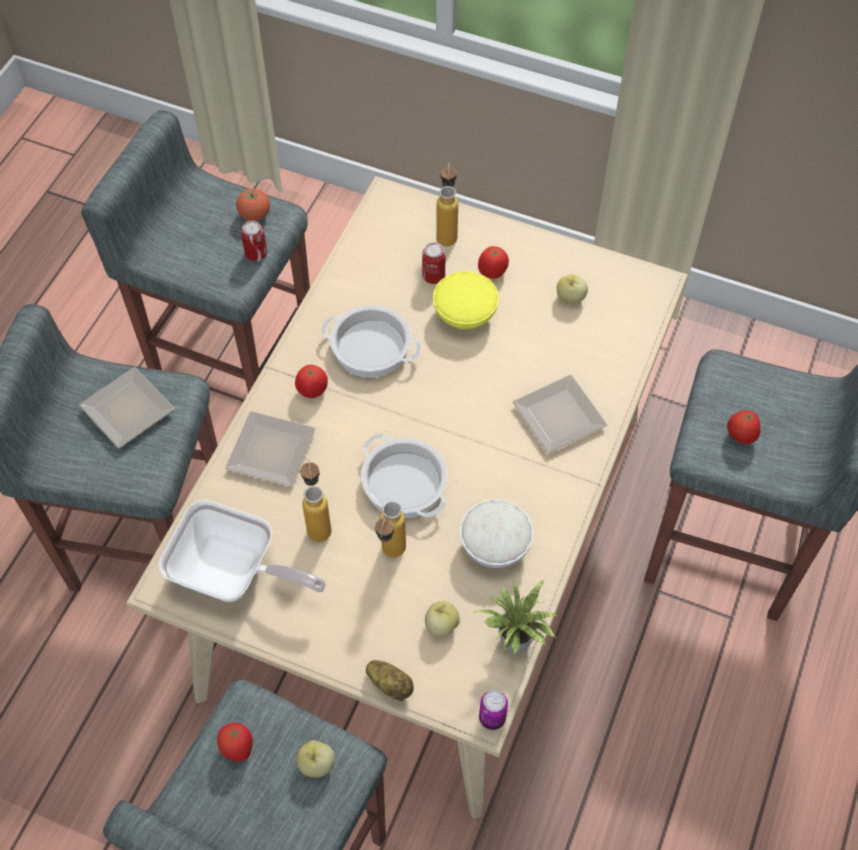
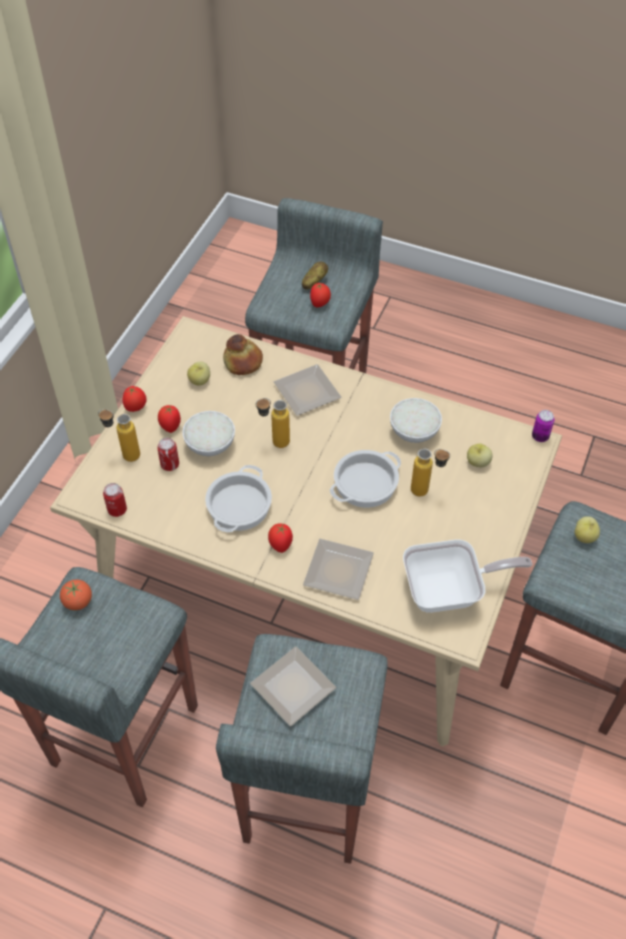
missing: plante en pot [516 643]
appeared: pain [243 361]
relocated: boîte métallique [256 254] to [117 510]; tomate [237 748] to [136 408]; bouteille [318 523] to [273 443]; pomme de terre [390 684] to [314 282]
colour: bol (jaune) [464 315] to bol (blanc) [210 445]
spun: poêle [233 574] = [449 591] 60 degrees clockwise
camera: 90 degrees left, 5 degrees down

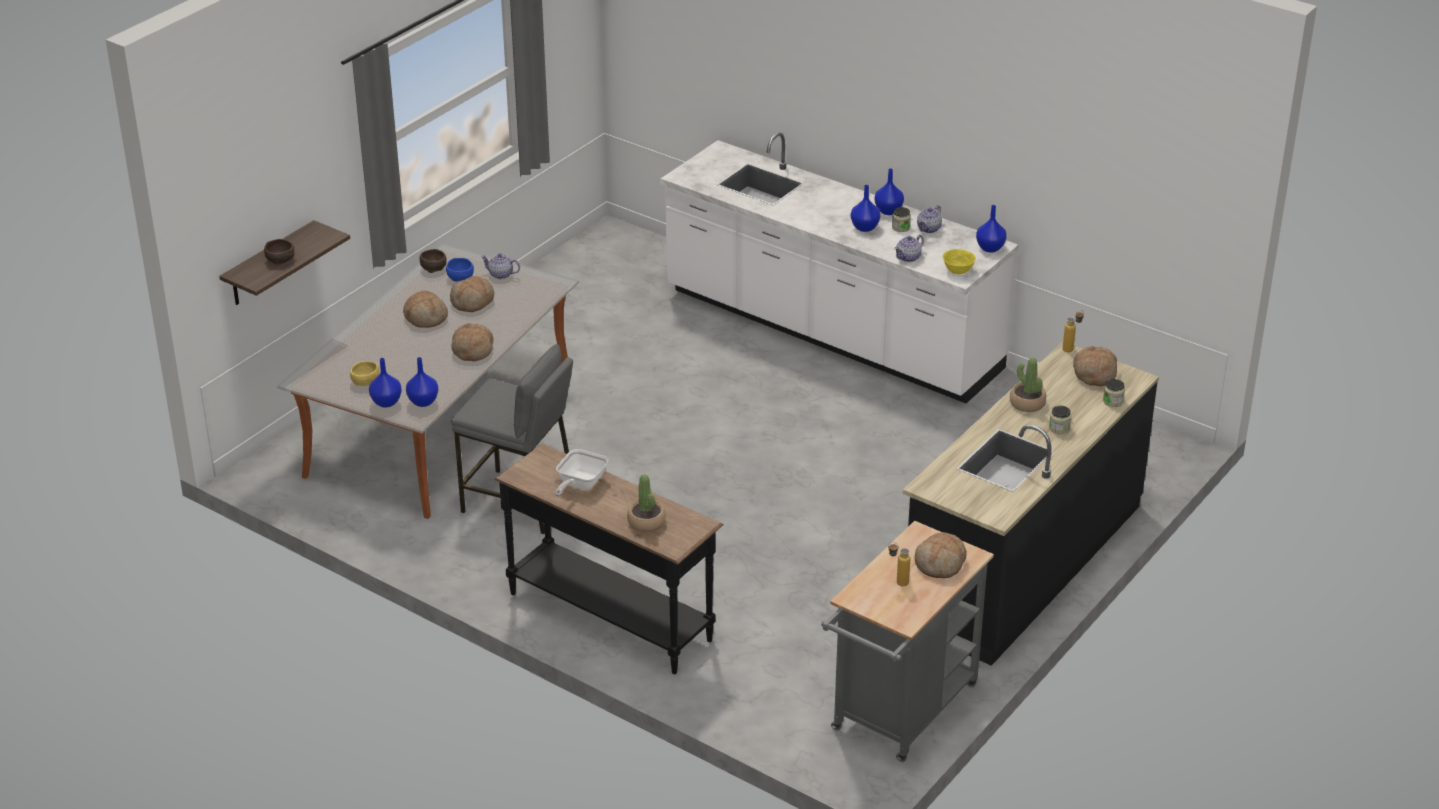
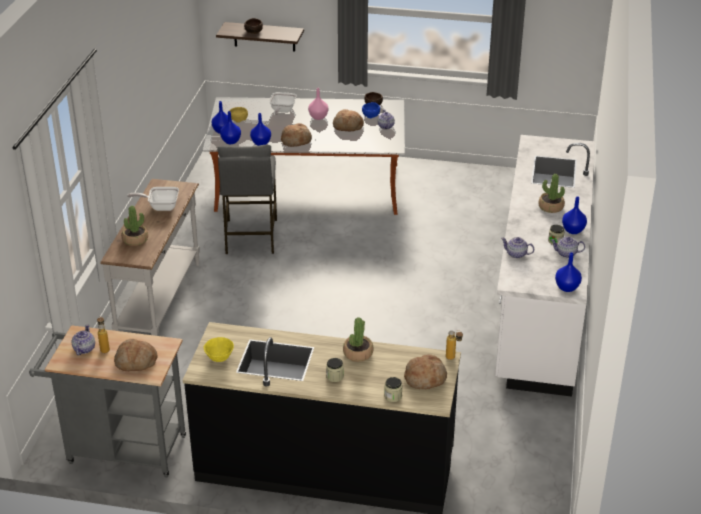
appeared: théière [84 349]; poêle [282 111]; plante en pot [550 207]
relocated: bol (jaune) [958 271] to [219 358]; vase (bleu) [864 227] to [261 143]
exchanged: pain [425 317] to vase (rose) [318 117]
colour: table console (noir) [611 615] to table console (blanc) [161 301]
camera: 65 degrees right, 0 degrees up

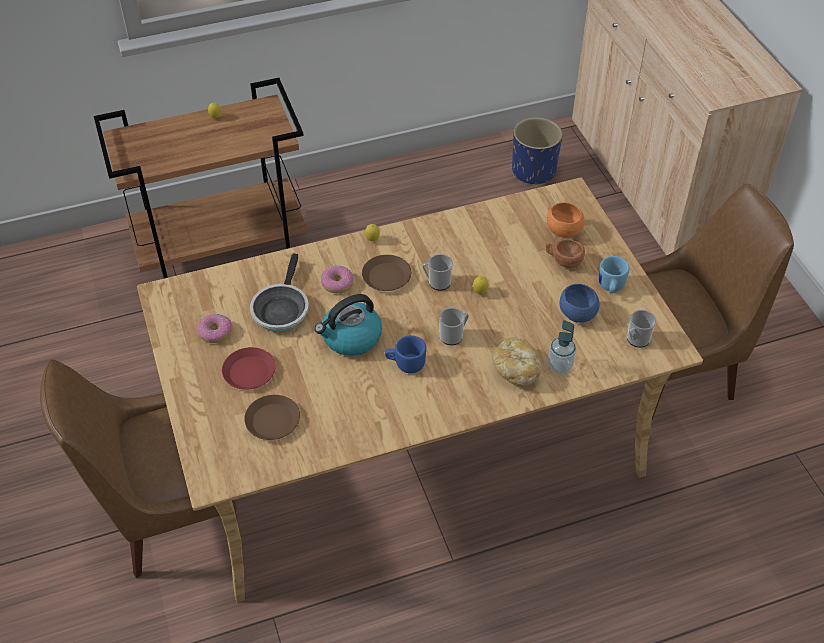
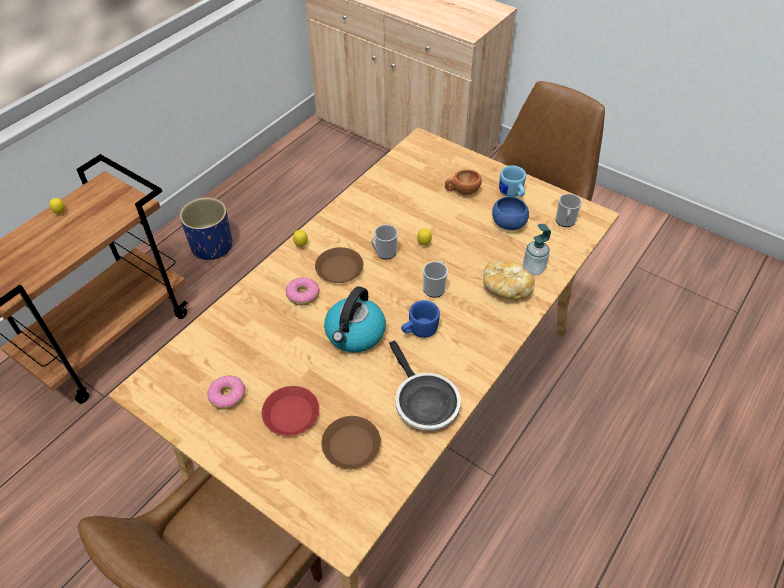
missing: bol (orange) [564 231]
relocated: cache-pot (bleu) [533 171] to [212 246]; poêle [281 309] to [423 402]
camera: 35 degrees left, 0 degrees up

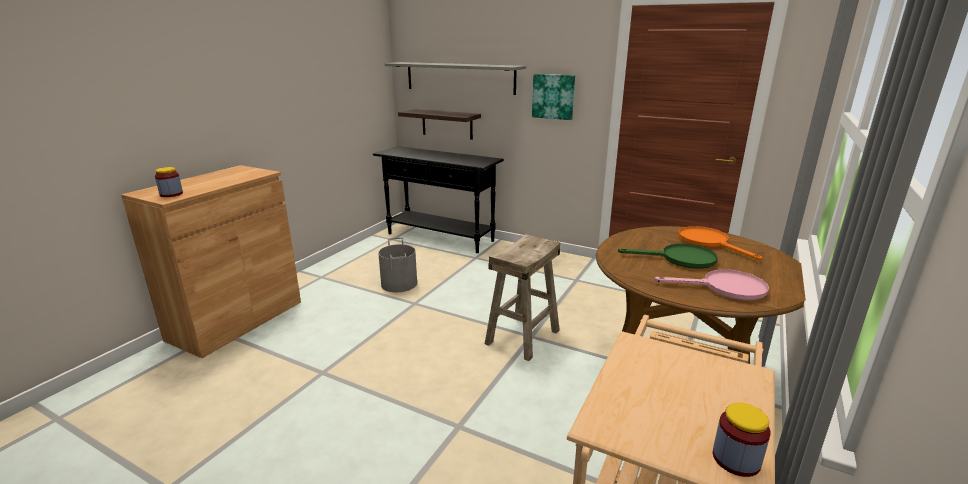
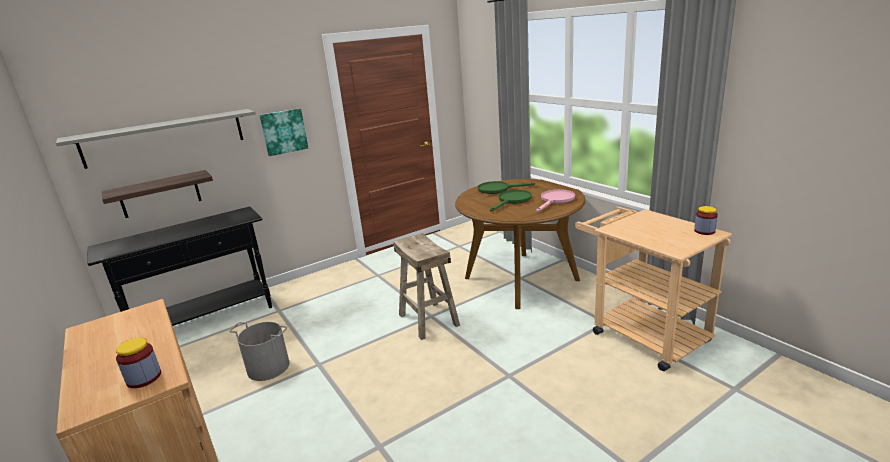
colour: poêle (orange) [708 242] to poêle (vert) [498 189]
camera: 60 degrees left, 0 degrees up

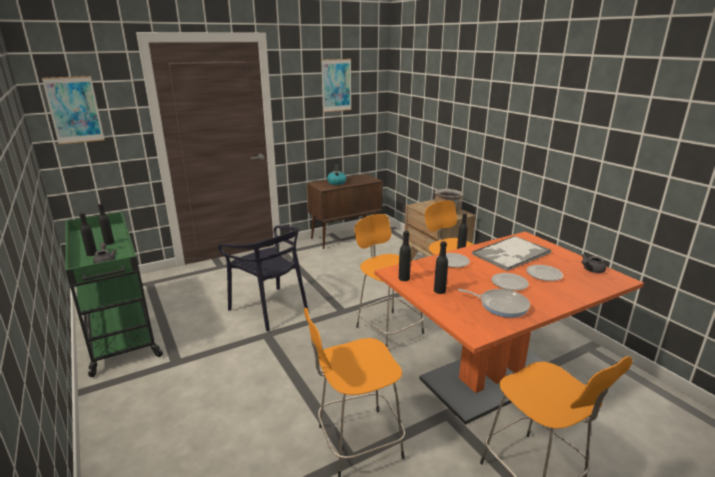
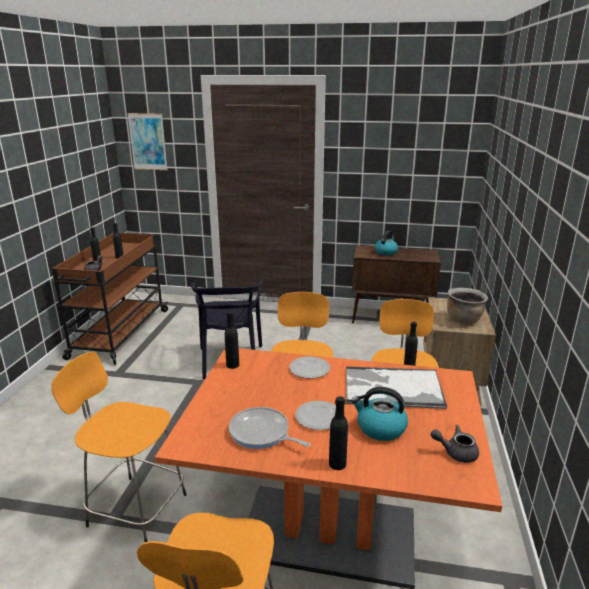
missing: tableau [336 85]
relocated: bouteille (noir) [439 291] to [337 464]
exchanged: assiette [544 275] to bouilloire [380 428]
colour: chariot (vert) [120 330] to chariot (marron) [119 334]
spun: poêle [501 305] = [262 433] 150 degrees clockwise
camera: 40 degrees right, 0 degrees up

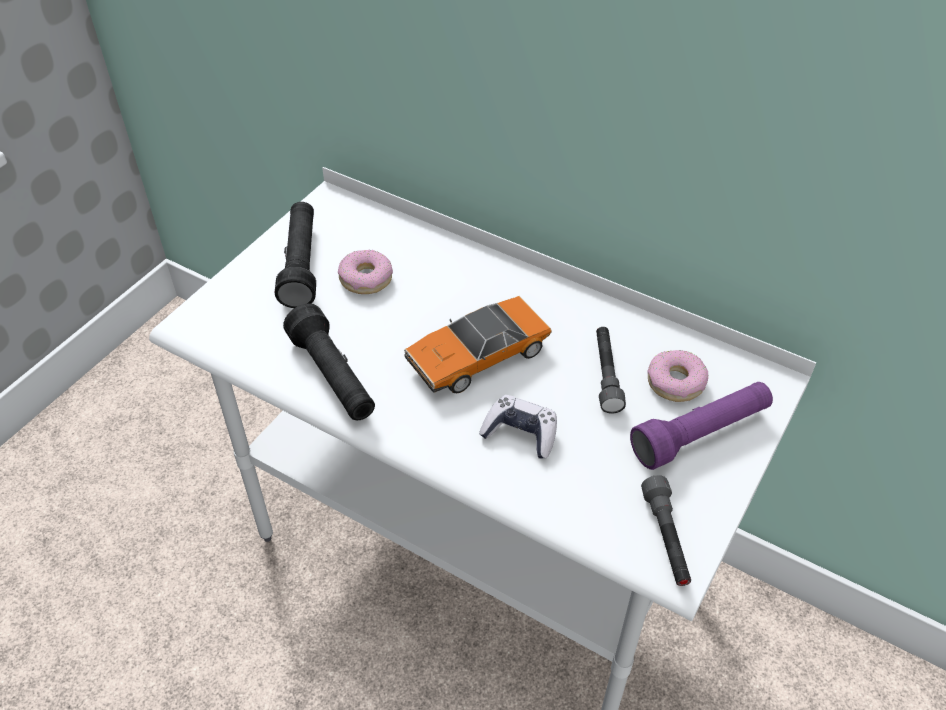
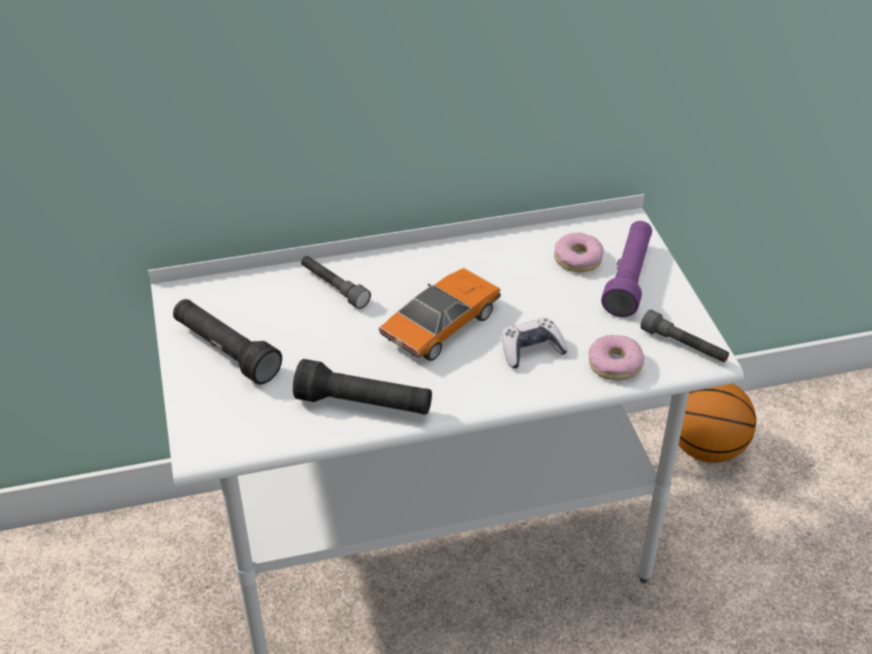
appeared: ballon de basket [706 448]
relocated: lampe de poche (gris) [606 375] to [334 287]; beignet [365 279] to [615 364]
spun: petite voiture [477 356] = [441 325] 150 degrees counterclockwise
camera: 45 degrees left, 5 degrees down

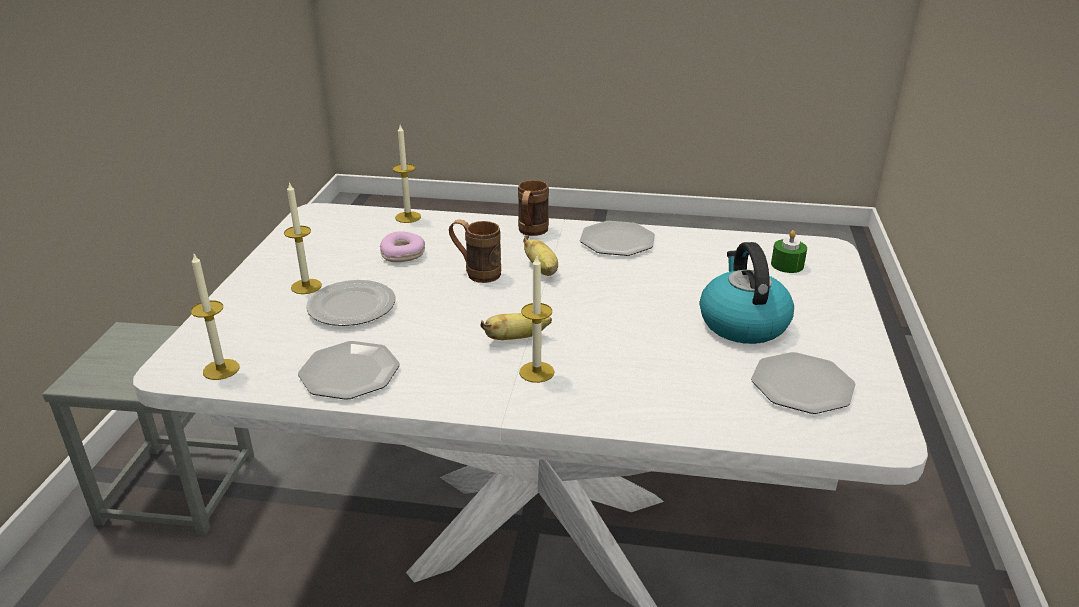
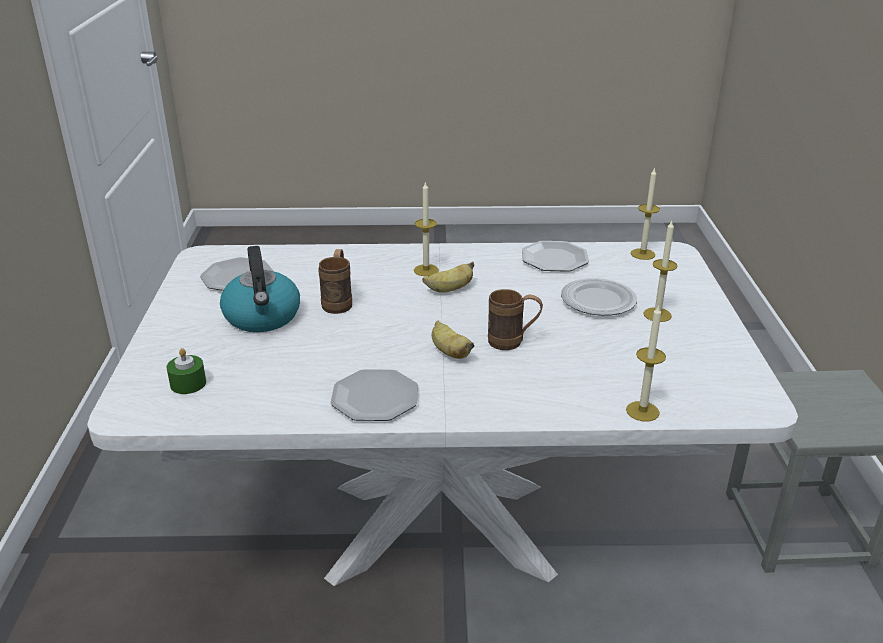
missing: beignet [403 254]
relocated: mug (marron) [530 232] to [339 302]
camera: 170 degrees right, 0 degrees up

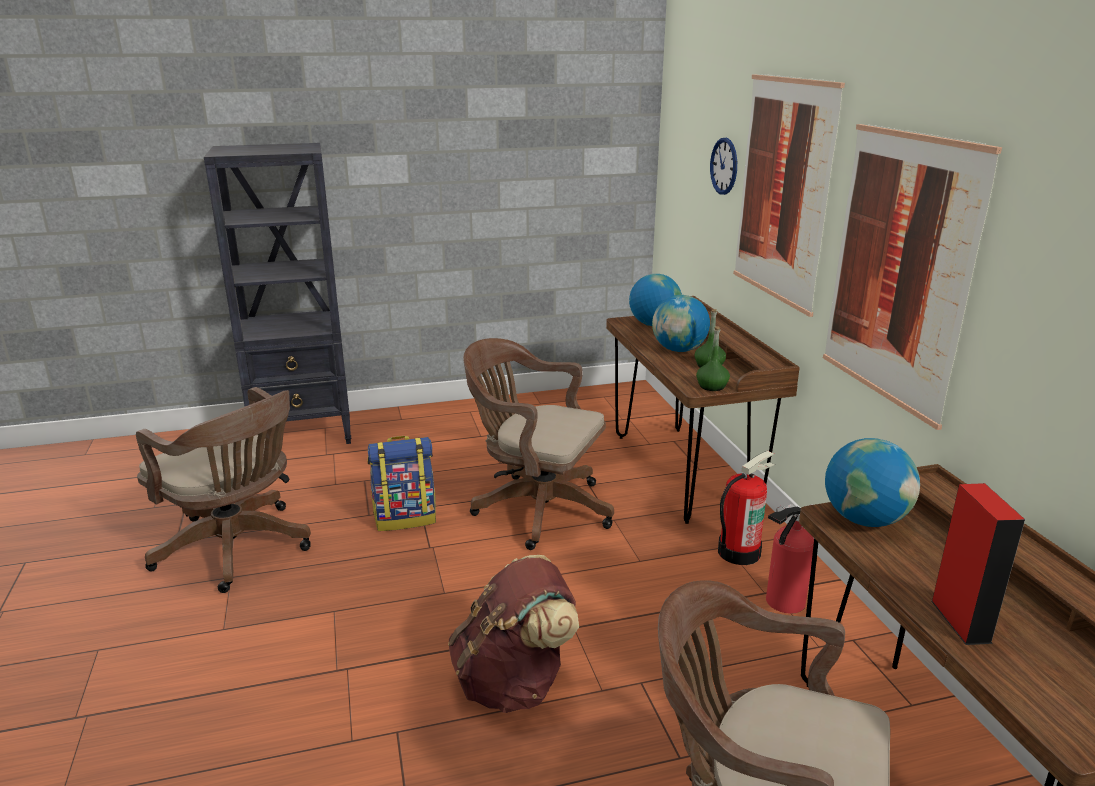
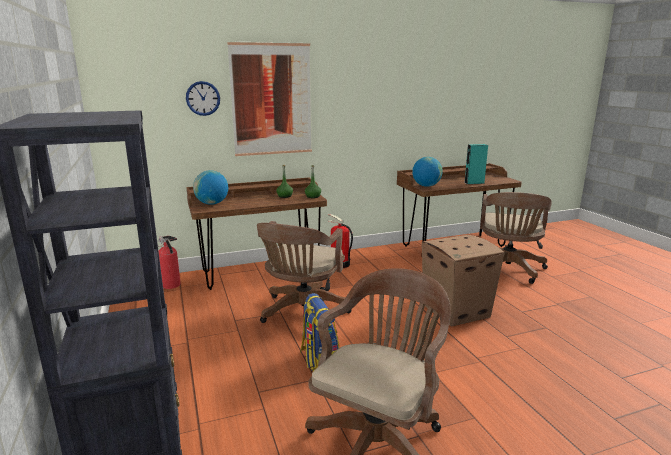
missing: globe [679 350]; tableau [899 269]
relocated: extincteur [782 603] to [171 285]
exchanged: sac à dos (marron) [514 683] to carton [457 311]
colour: enceinte (rouge) [960 621] to enceinte (turquoise) [474 183]
camera: 95 degrees left, 5 degrees down

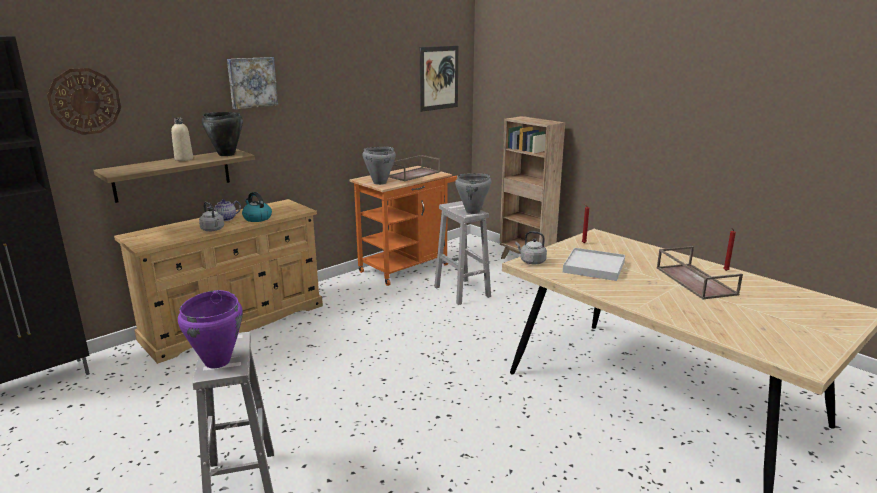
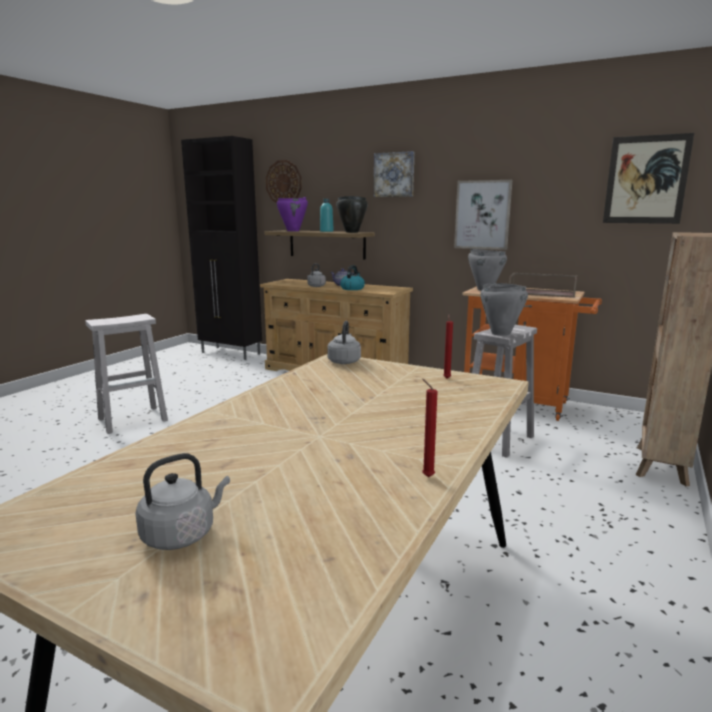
missing: plateau (blanc) [594 267]; plateau (marron) [694 280]
appeared: bouilloire (gris) [182 534]; tableau [482 215]
relocated: marmite (violet) [218 361] to [293 231]
colour: bouteille (beige) [184 159] to bouteille (turquoise) [326 231]
camera: 70 degrees right, 5 degrees down

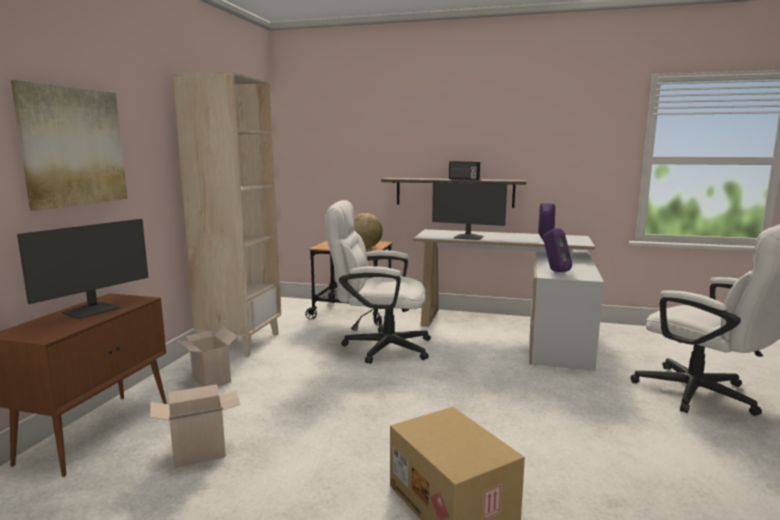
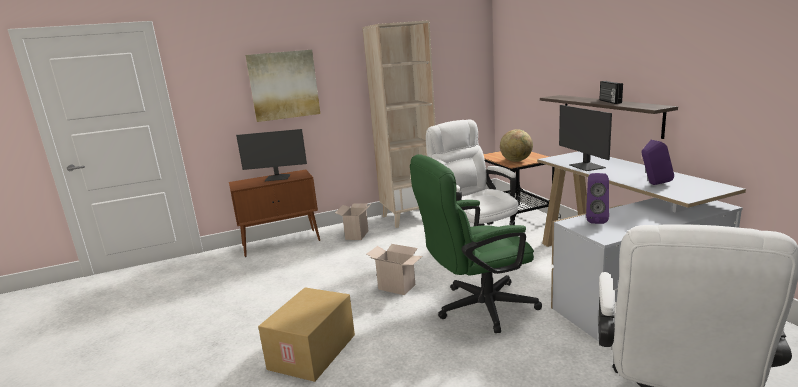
appeared: chaise de bureau (vert) [477 308]
relocated: carton [201 452] to [398 287]
camera: 55 degrees right, 5 degrees up

